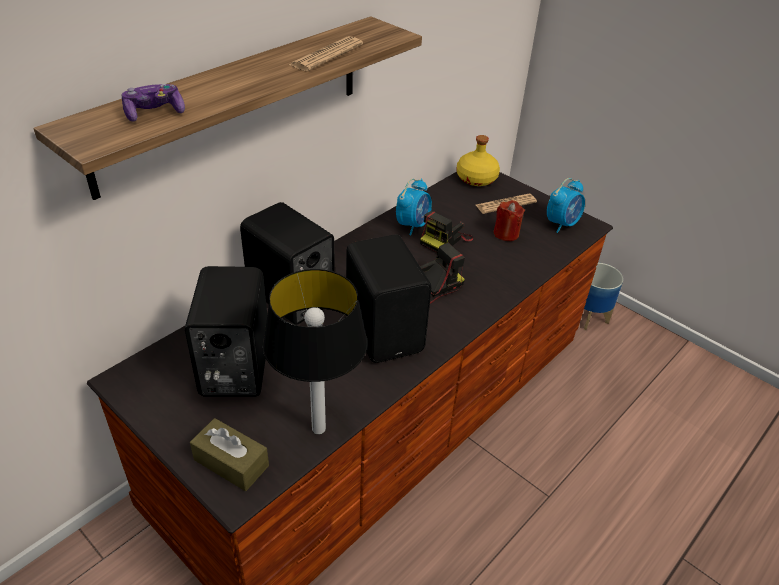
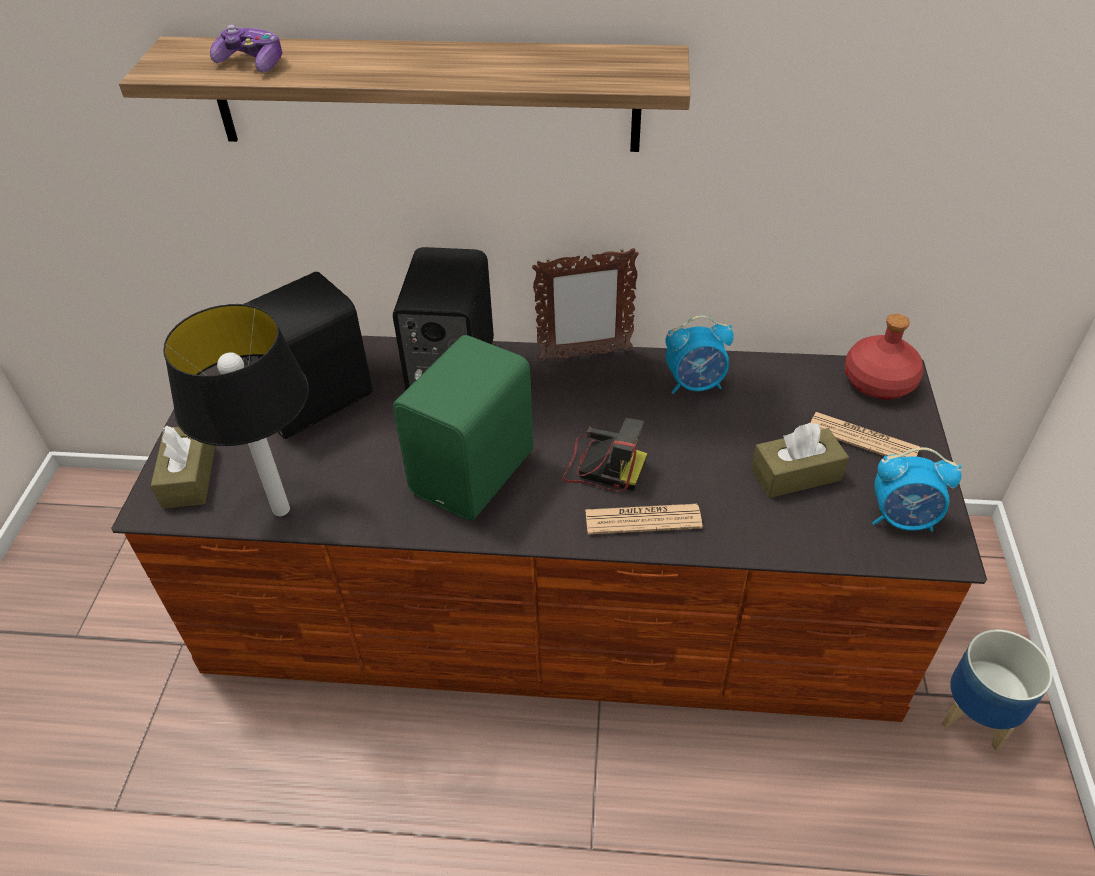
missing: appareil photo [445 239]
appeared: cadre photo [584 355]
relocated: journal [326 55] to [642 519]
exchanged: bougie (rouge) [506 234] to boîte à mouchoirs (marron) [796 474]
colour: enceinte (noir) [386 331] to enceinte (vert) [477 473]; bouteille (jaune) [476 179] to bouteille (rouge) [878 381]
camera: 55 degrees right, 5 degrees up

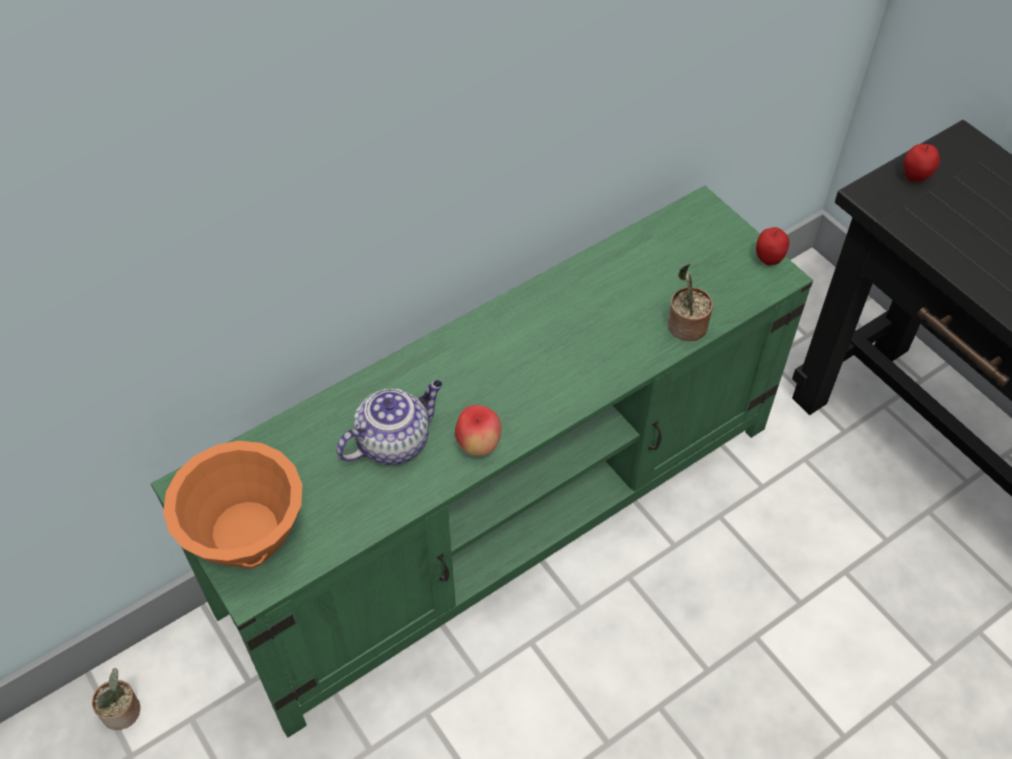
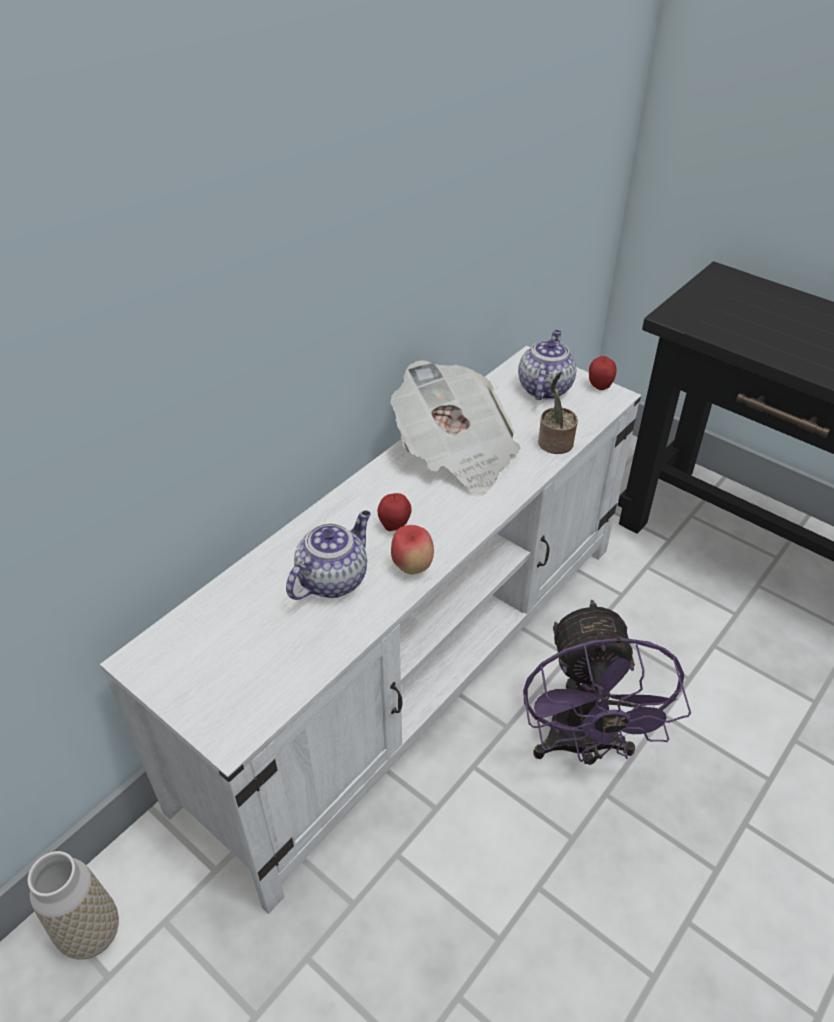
missing: bol (orange) [247 538]
appeared: journal [455 453]; théière [544 387]; ventilateur (violet) [582 746]
relocated: pomme [915 177] to [394 526]
exchanged: plante en pot [124 711] to vase [91 933]
colour: meuble télé (vert) [505 515] to meuble télé (blanc) [415 664]
camera: 15 degrees left, 10 degrees down

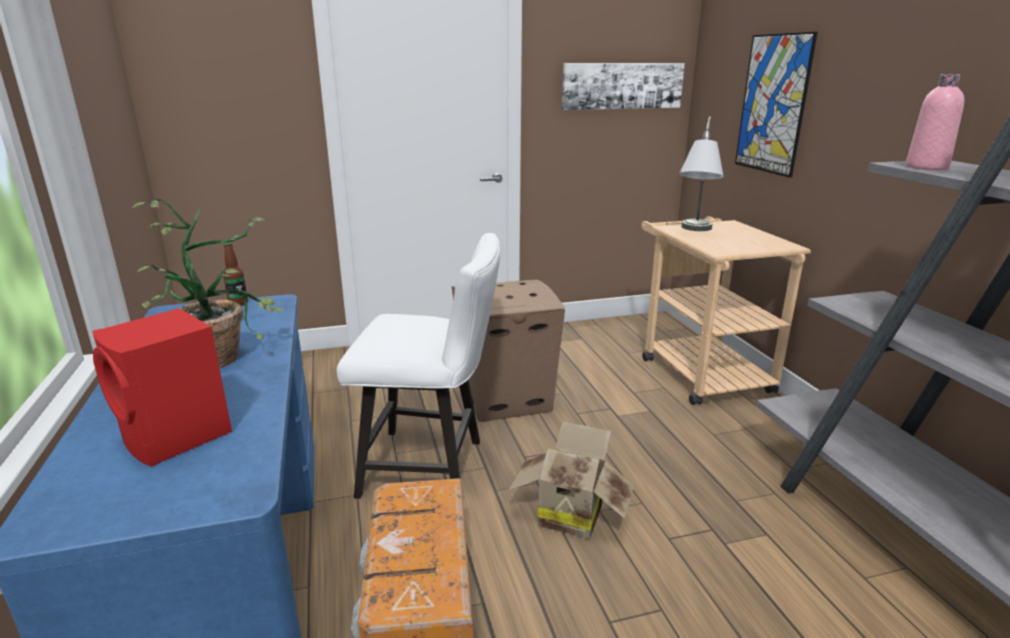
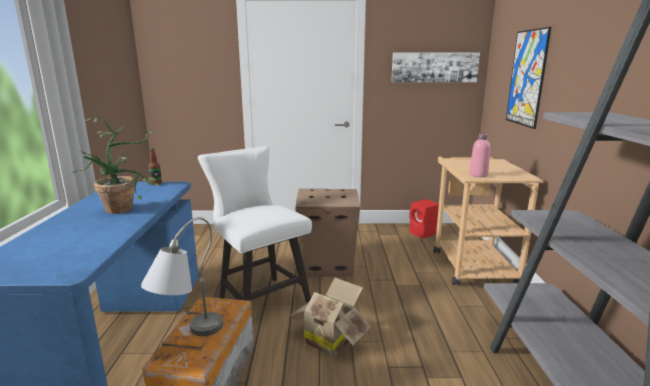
relocated: lampe de table (gris) [694 232] to [187 337]; enceinte (rouge) [177 438] to [424 233]; bouteille (rose) [926 167] to [478 175]
spun: chaise (blanc) [432 467] = [260 298] 150 degrees counterclockwise
camera: 15 degrees right, 5 degrees down

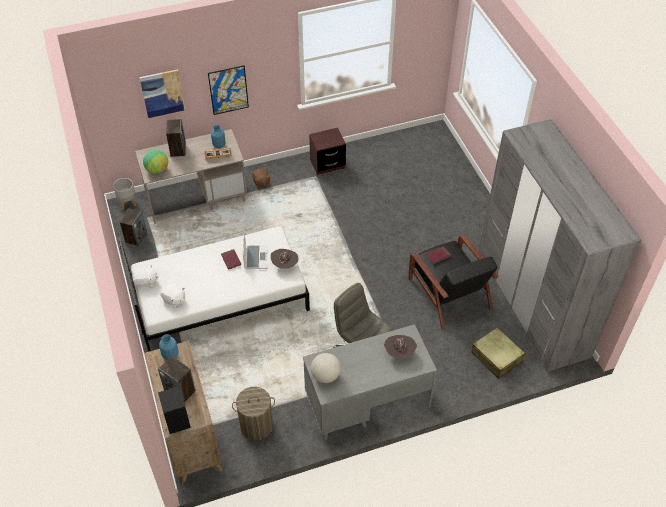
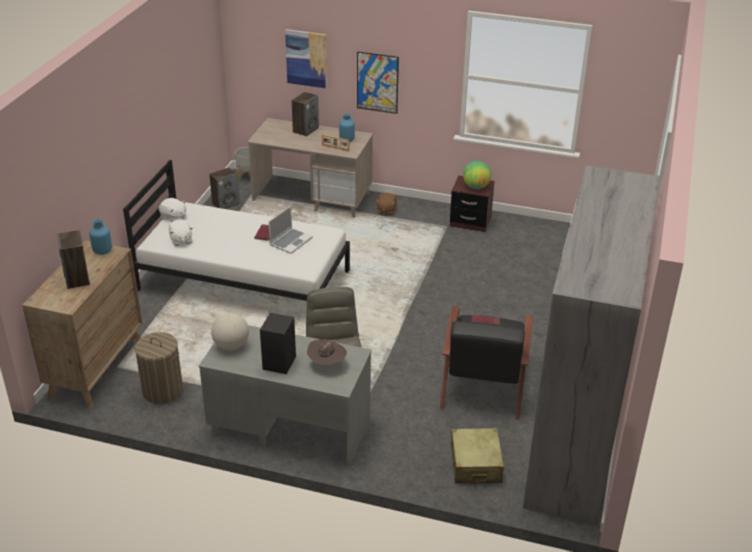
missing: chapeau (marron) [285 265]
relocated: enceinte (noir) [177 420] to [279 362]; globe [157 170] to [476 187]
camera: 35 degrees right, 15 degrees down

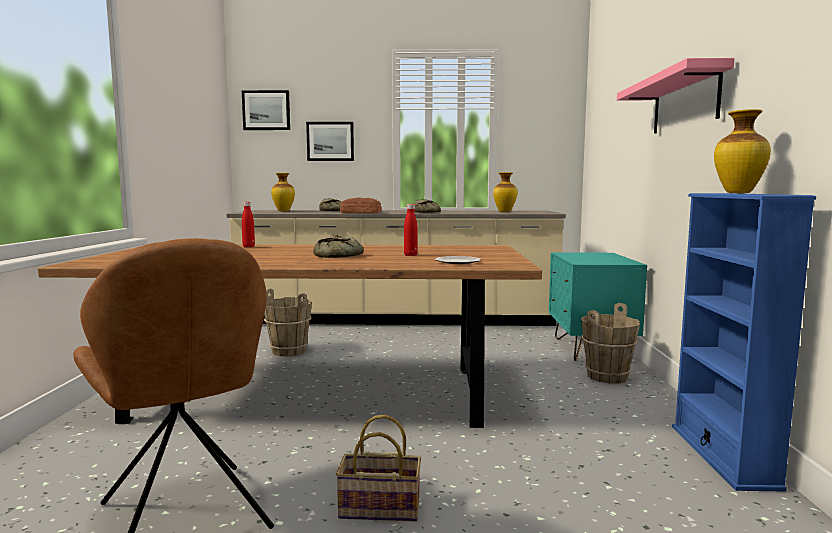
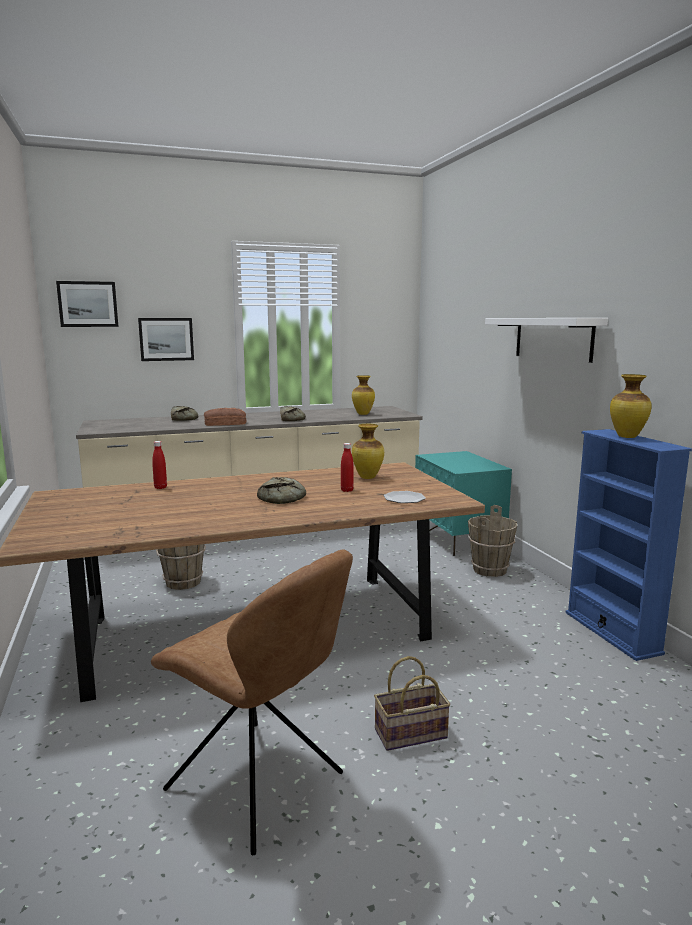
relocated: vase [284 211] to [368 477]
colour: étagère (rose) [685 102] to étagère (blanc) [553 338]
camera: 20 degrees left, 5 degrees up

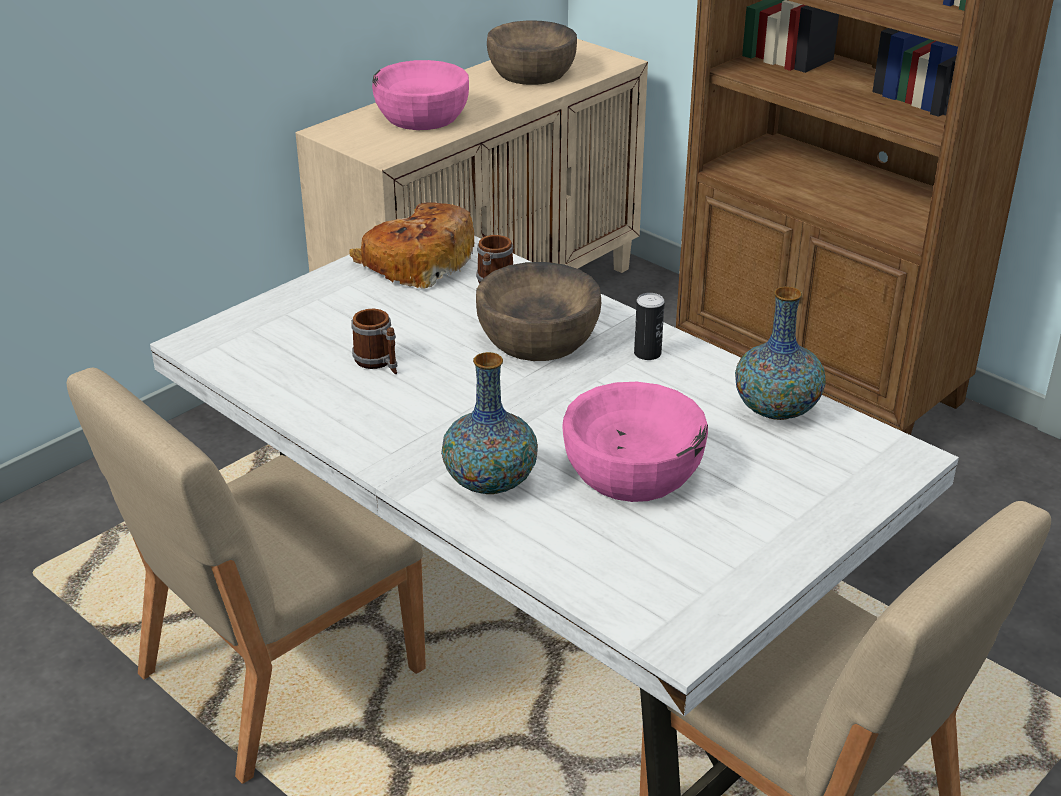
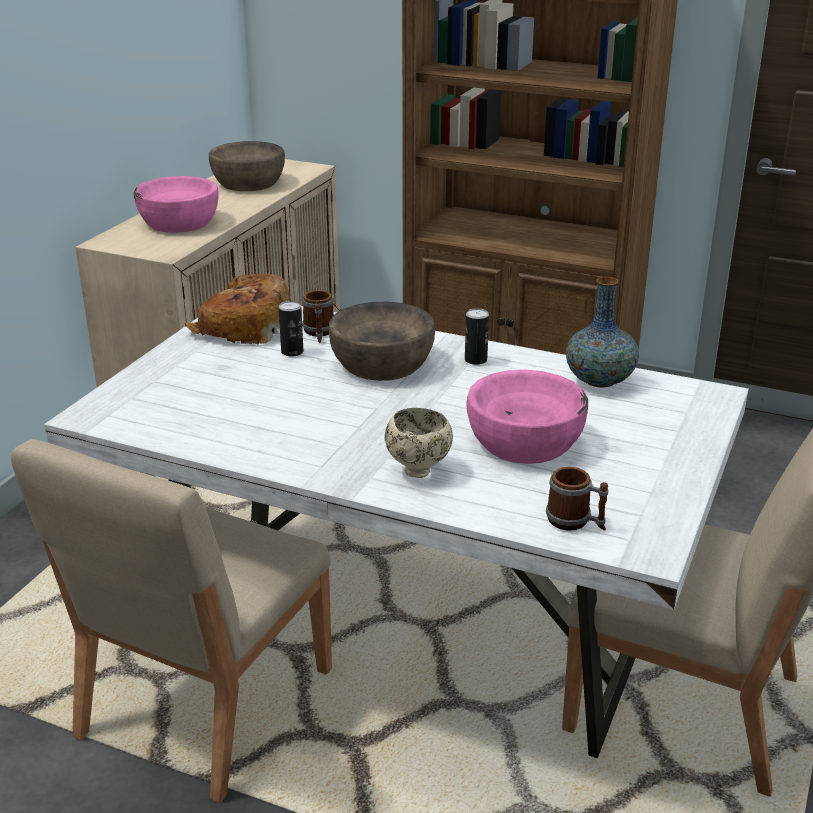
appeared: boîte métallique [292 352]
relocated: mug [378 363] to [575 522]
exchanged: vase [490 482] to bol (beige) [419 471]
camera: 20 degrees left, 5 degrees down

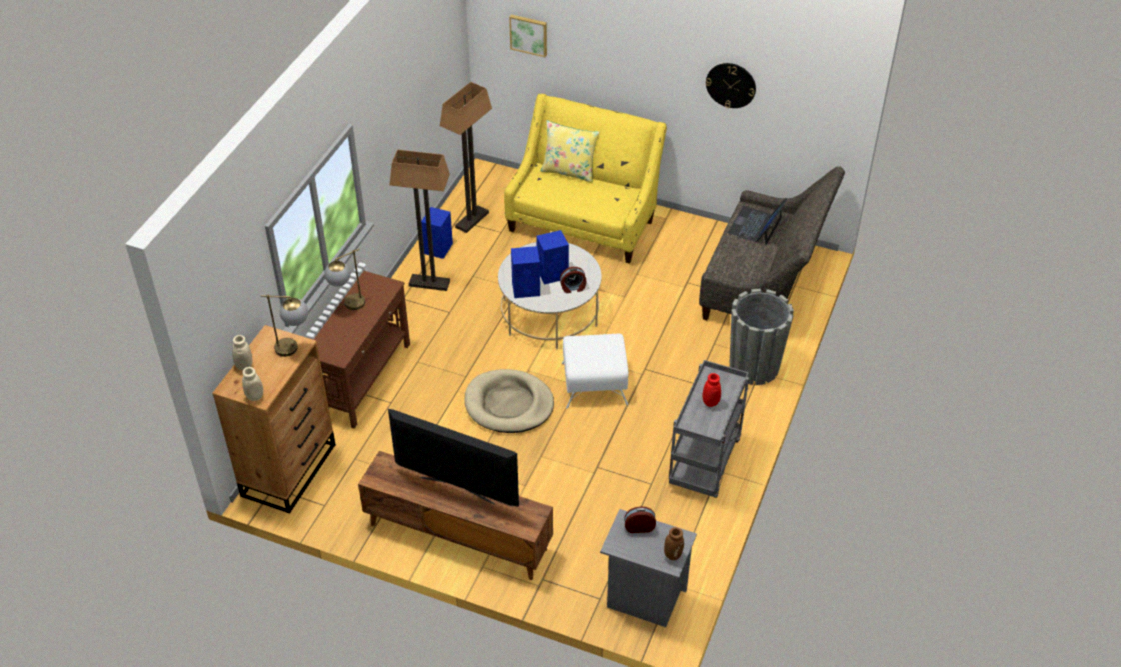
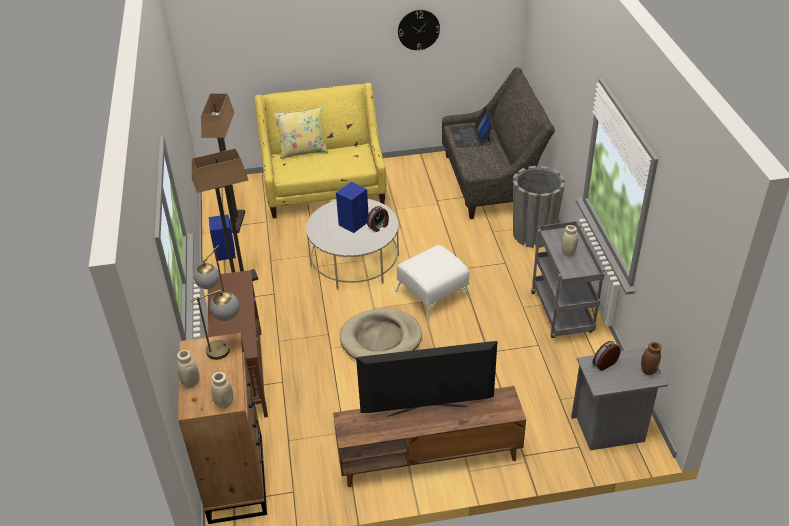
missing: tableau [529 34]; enceinte (bleu) [526 289]
colour: vase (rouge) [709 403] to vase (beige) [568 254]
camera: 30 degrees left, 5 degrees down

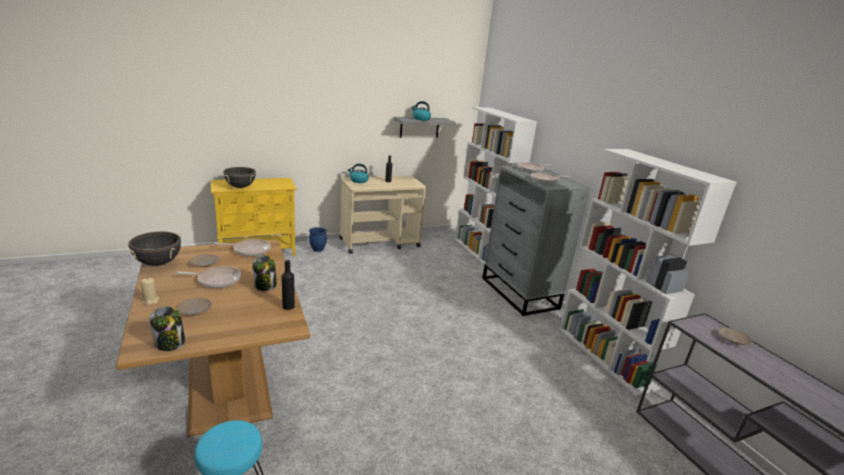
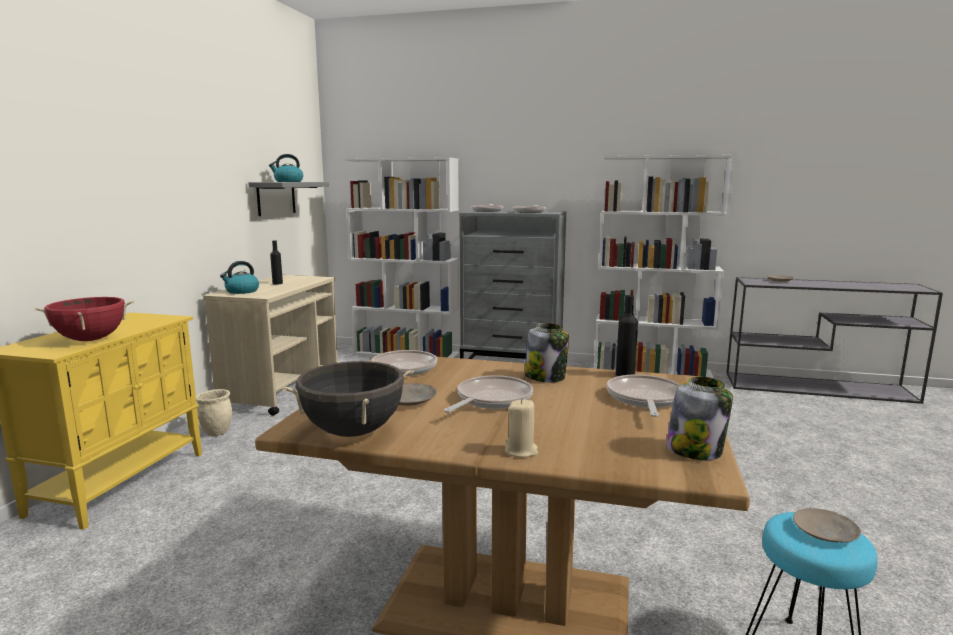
appeared: poêle [644 399]
relocated: assiette (beige) [195 310] to [825 532]
colour: marmite (noir) [240 187] to marmite (rouge) [90 340]; cache-pot (bleu) [318 249] to cache-pot (beige) [216 432]
camera: 50 degrees left, 10 degrees down

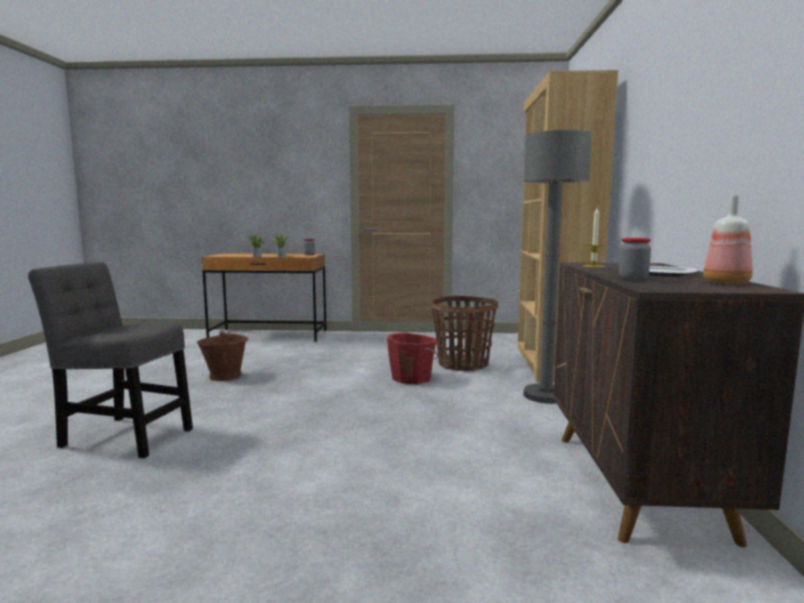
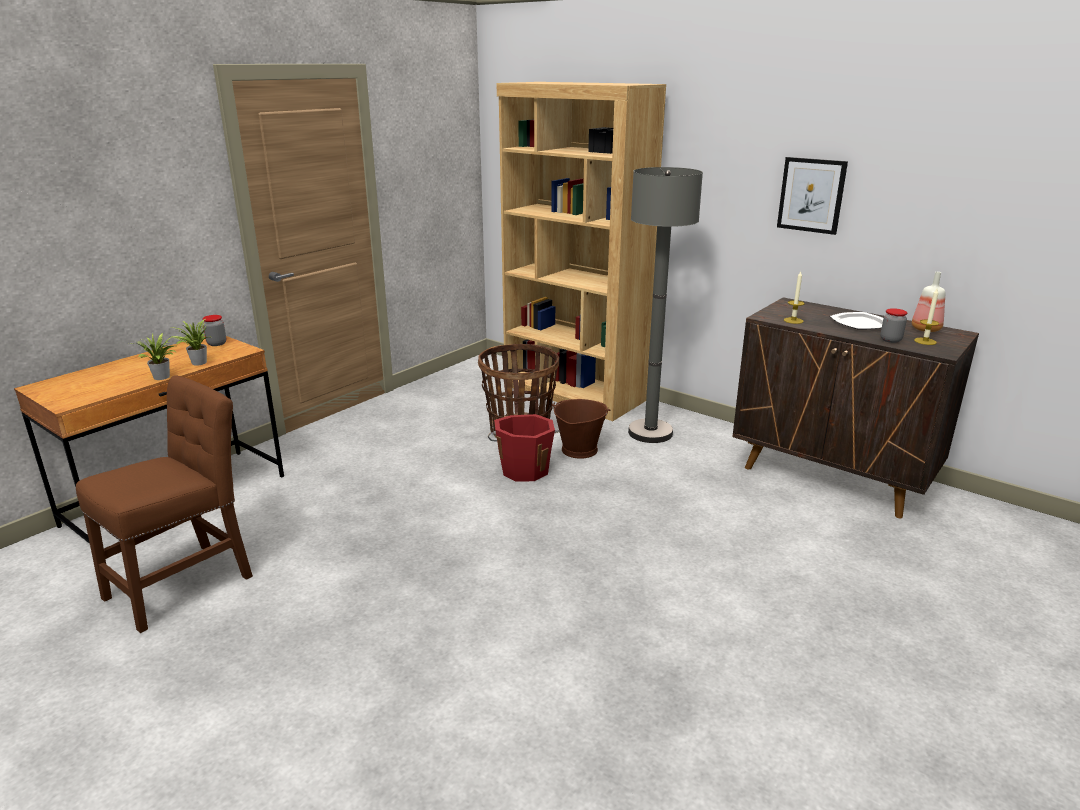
missing: chaise (gris) [123 436]
appeared: chaise (marron) [185 582]; tableau [811 195]; bougie [925 341]
relocated: seau (marron) [225 376] to [579 449]
camera: 55 degrees left, 15 degrees up

